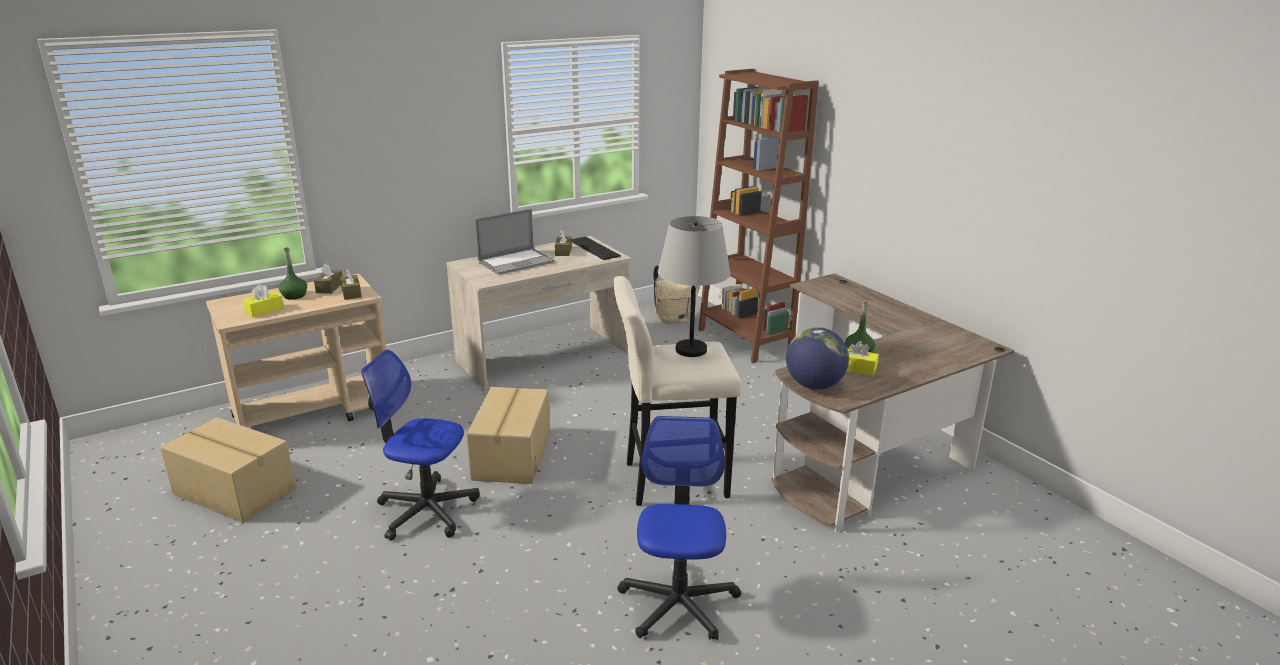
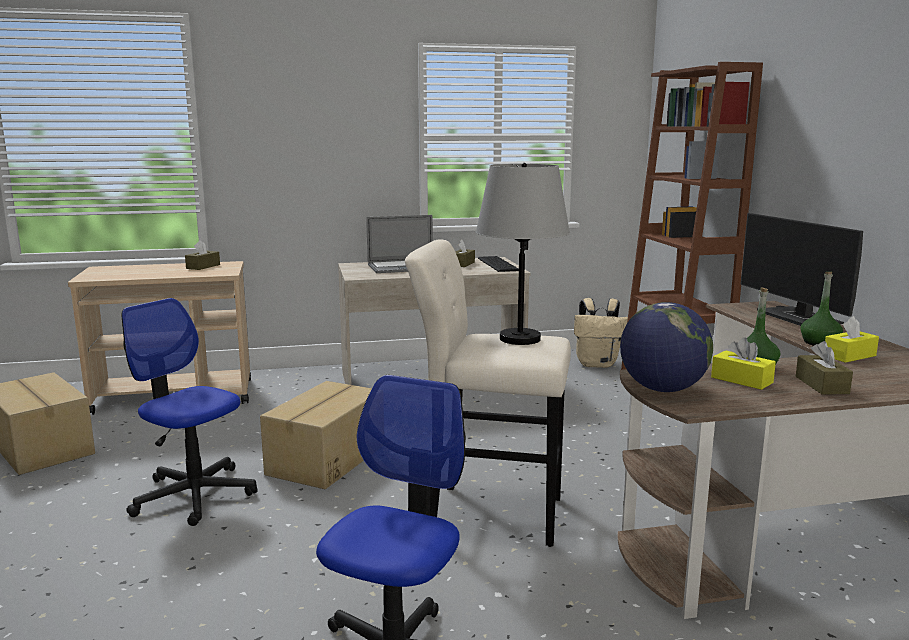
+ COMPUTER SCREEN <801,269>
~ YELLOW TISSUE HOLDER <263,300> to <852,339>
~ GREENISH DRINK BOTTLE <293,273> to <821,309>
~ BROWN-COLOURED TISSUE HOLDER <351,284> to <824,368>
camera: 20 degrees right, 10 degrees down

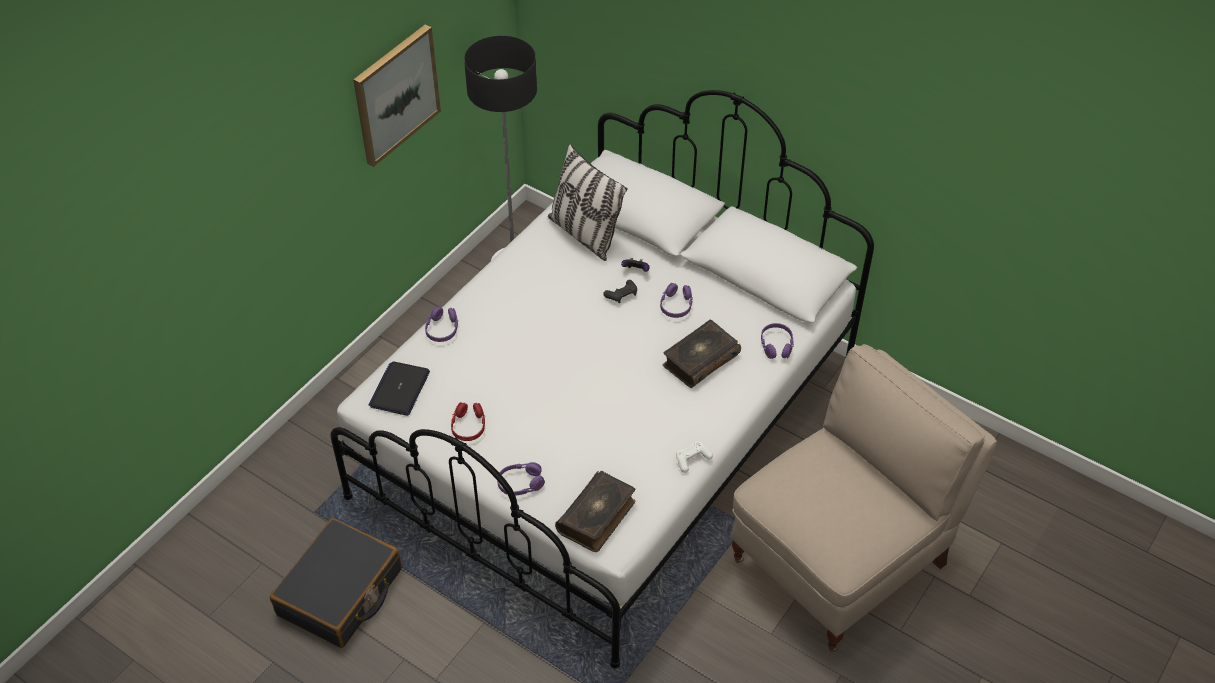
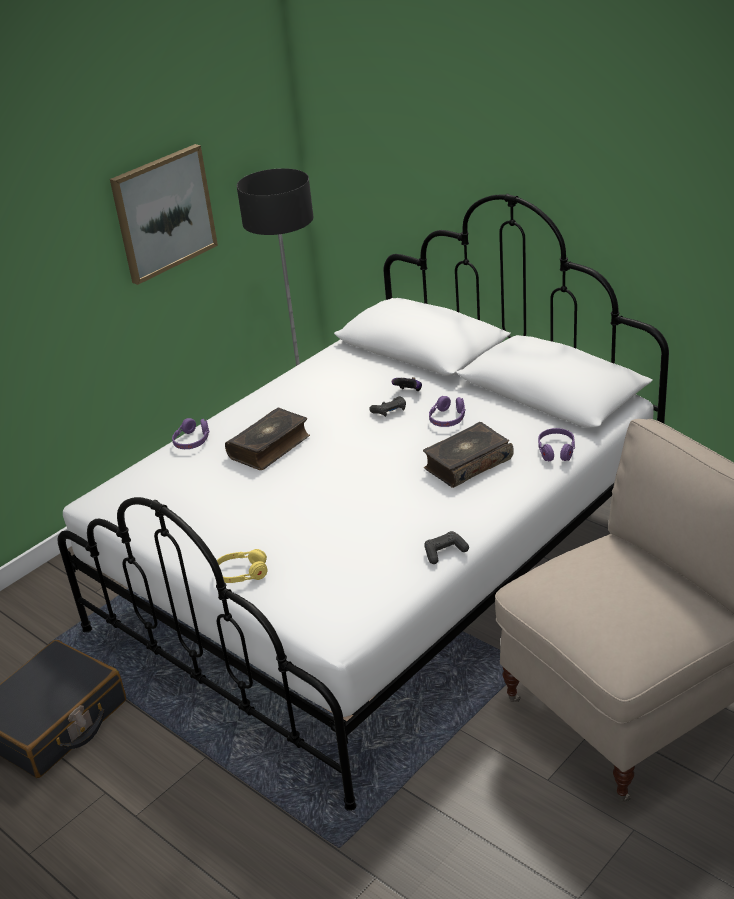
- NOTEBOOK COMPUTER <399,389>
- RED-COLOURED PAIR OF HEADPHONES <468,421>
- THROW PILLOW <588,202>
~ BOOK <595,511> to <267,439>
~ PURPLE-COLOURED PAIR OF HEADPHONES <521,479> to YELLOW PAIR OF HEADPHONES <242,566>
~ WHITISH GAMEPAD <694,457> to BLACK GAMEPAD <446,547>
camera: 10 degrees right, 15 degrees down

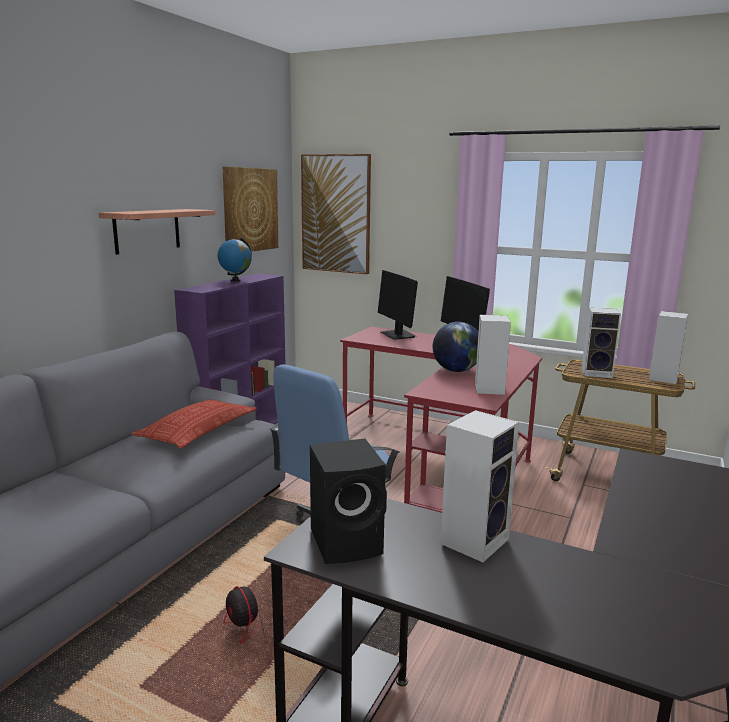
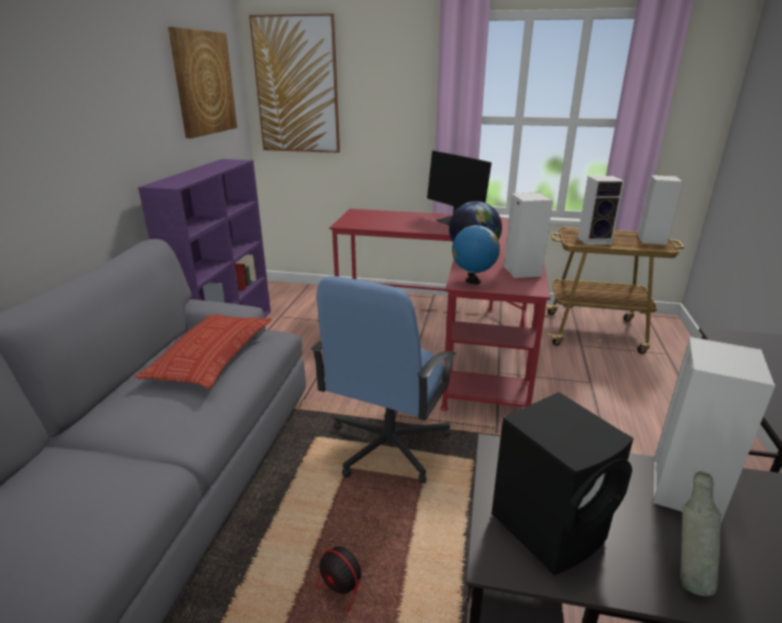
- WALL SHELF <157,232>
- COMPUTER SCREEN <398,305>
+ GREYISH DRINK BOTTLE <701,533>
~ GLOBE <235,260> to <476,253>
camera: 15 degrees left, 10 degrees up

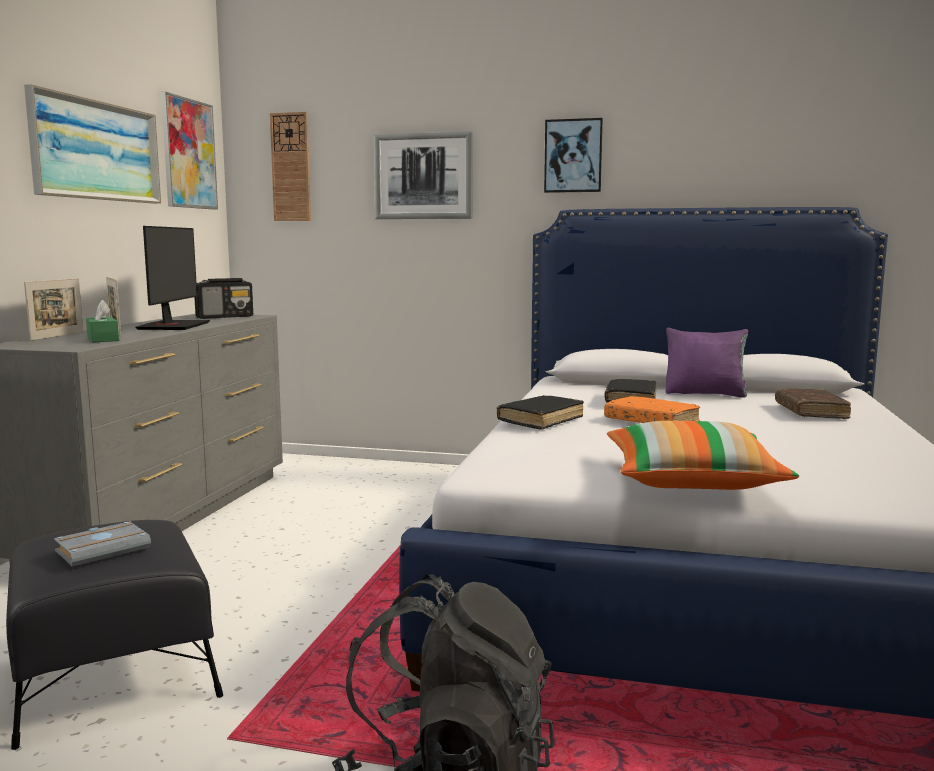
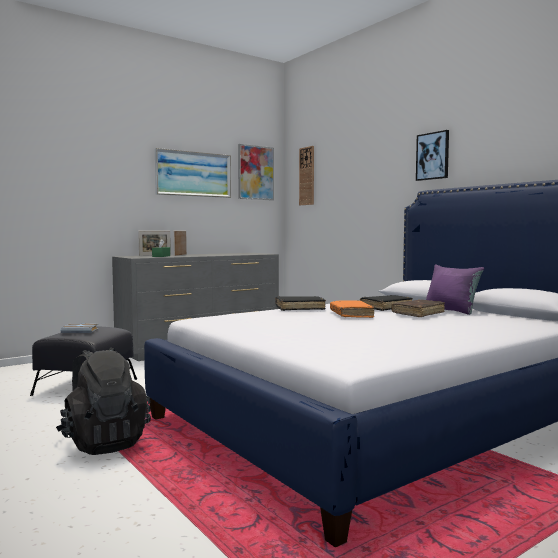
- COMPUTER SCREEN <172,278>
- RADIO RECEIVER <223,298>
- WALL ART <423,175>
- THROW PILLOW <703,455>
~ BROWN-COLOURED BOOK <813,403> to <418,308>
camera: 40 degrees right, 5 degrees down

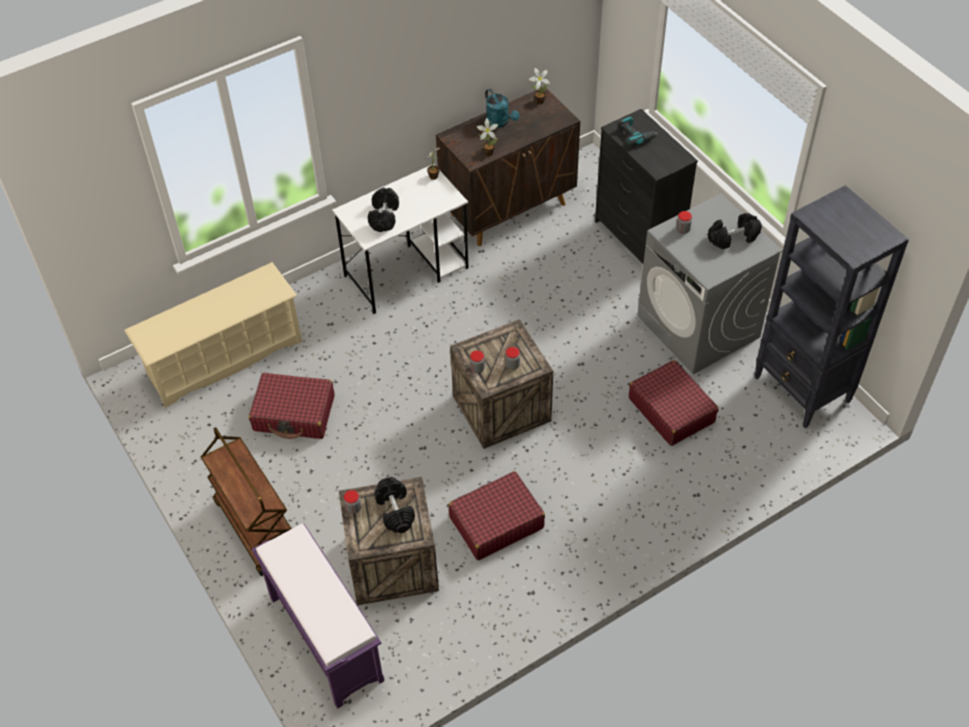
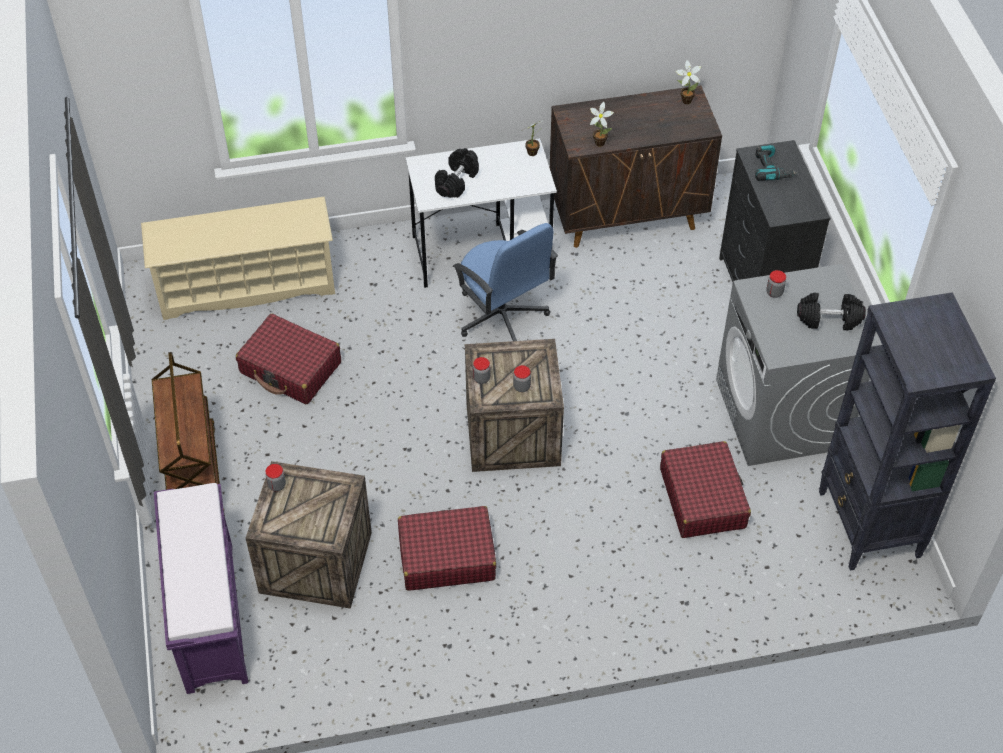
- BLACK FREE WEIGHT <395,505>
- TURQUOISE SPRINKLING CAN <502,108>
+ BLUE-COLOURED DESK CHAIR <505,282>
camera: 20 degrees right, 0 degrees up

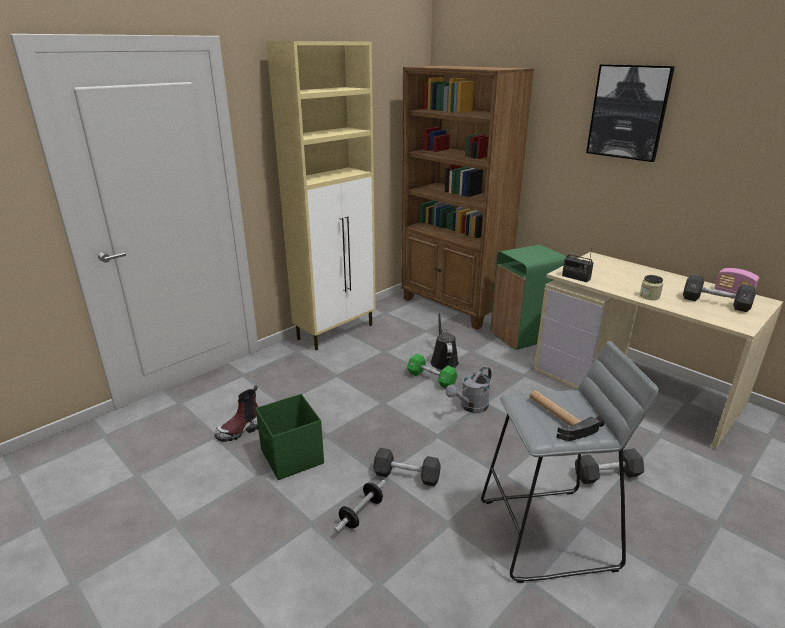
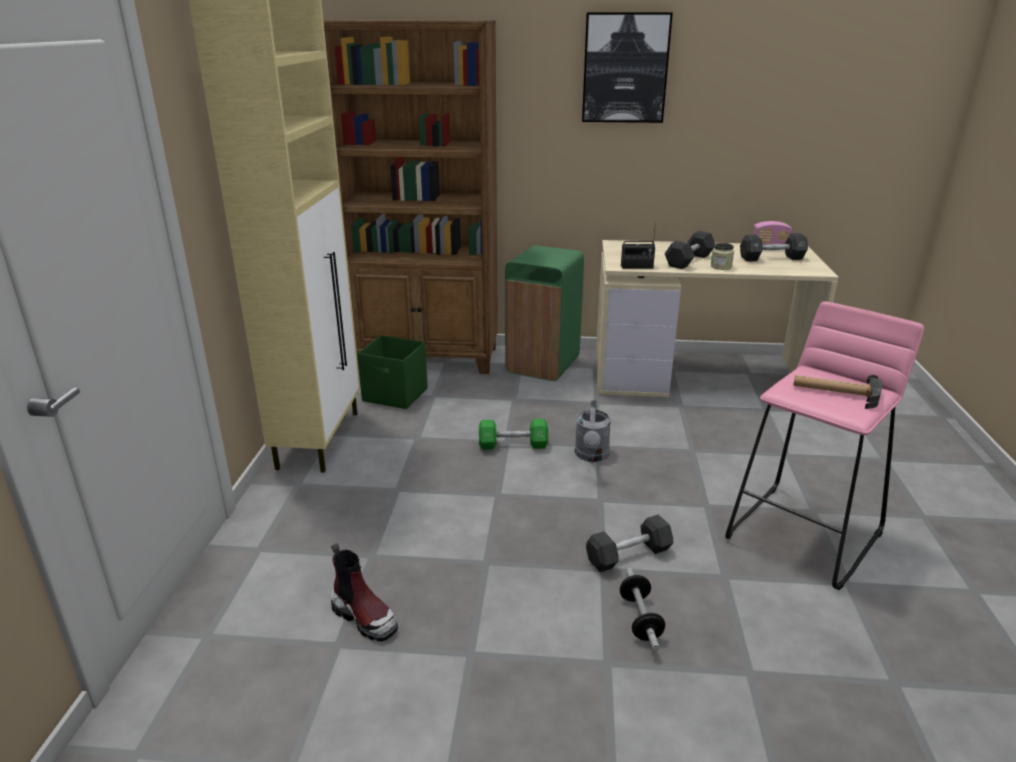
- BLACK SPRINKLING CAN <445,341>
~ GREENISH STORAGE BOX <290,437> to <392,372>
~ BLACK FREE WEIGHT <609,466> to <689,250>
~ GREYISH STOOL <570,462> to PINK STOOL <824,445>
~ HIGH-TOP BOOT <237,413> = <364,592> 60 degrees counterclockwise
camera: 40 degrees left, 0 degrees up

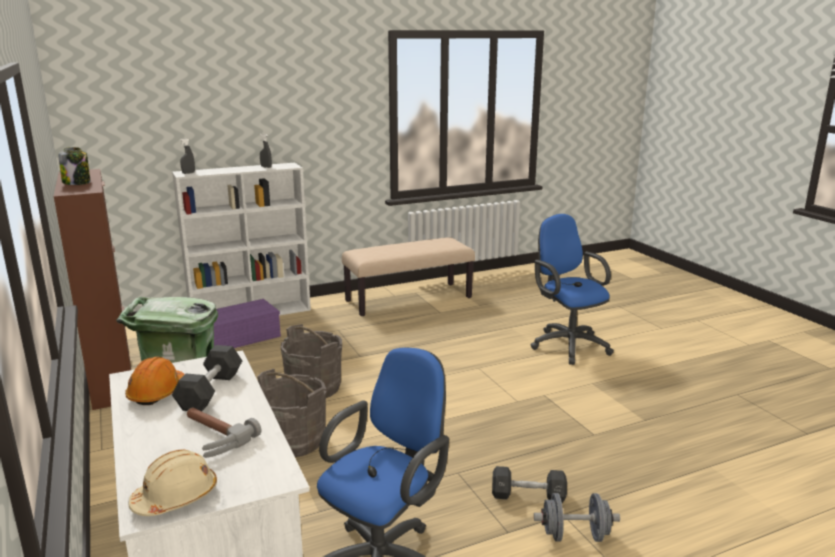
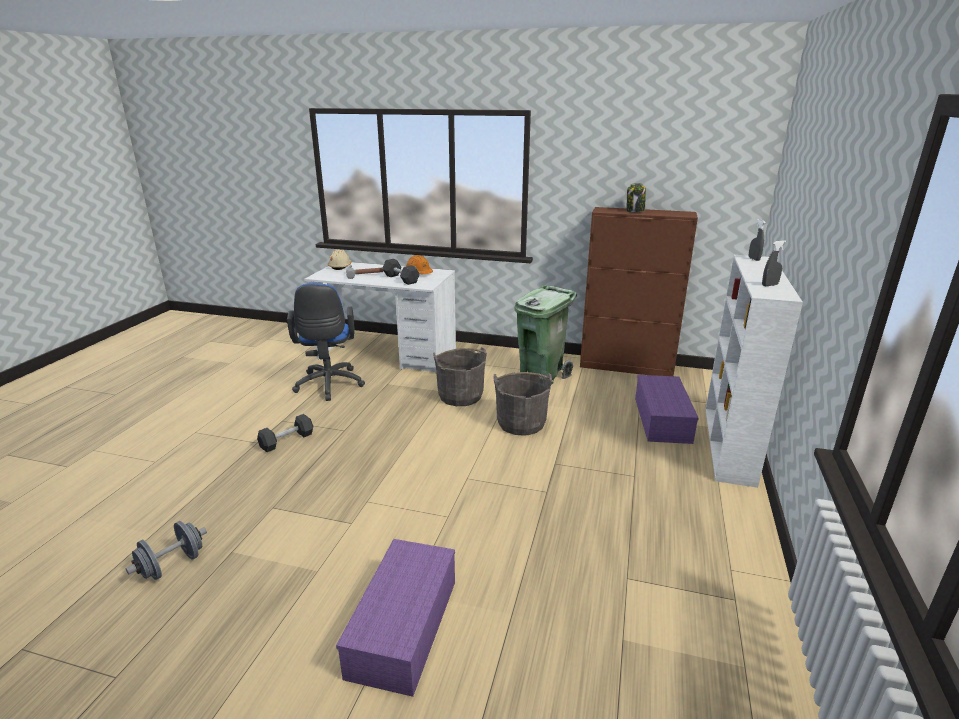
- BEIGE-COLOURED INDOOR BENCH <408,276>
~ GREYISH FREE WEIGHT <577,517> to <166,550>
~ BLUE-COLOURED DESK CHAIR <572,289> to PURPLE-COLOURED STORAGE BOX <395,618>
camera: 130 degrees right, 5 degrees up

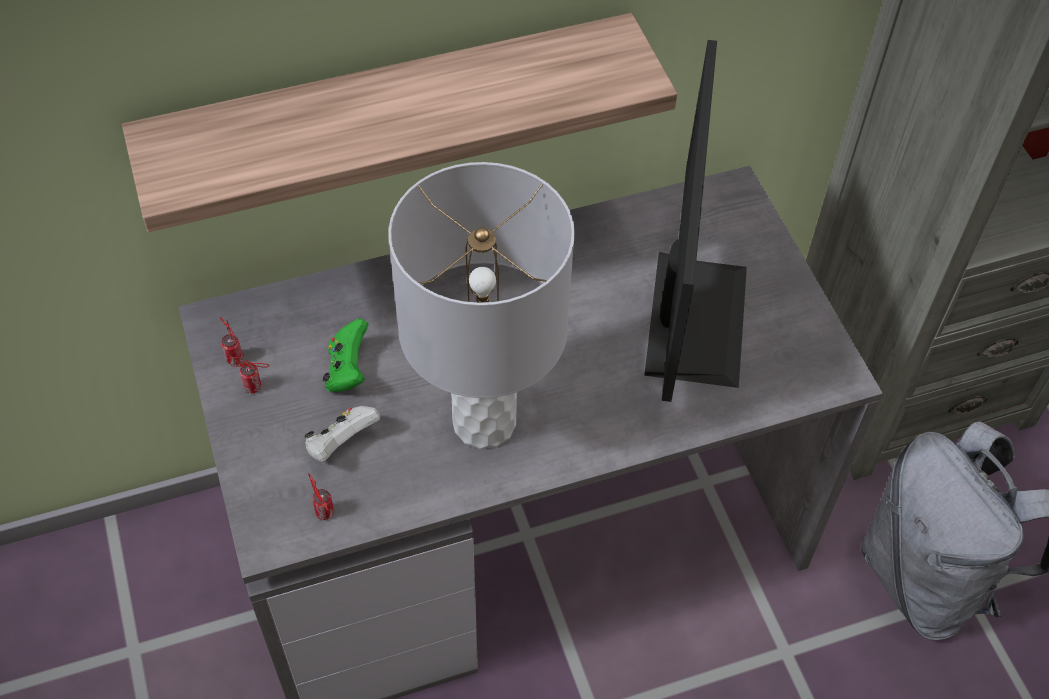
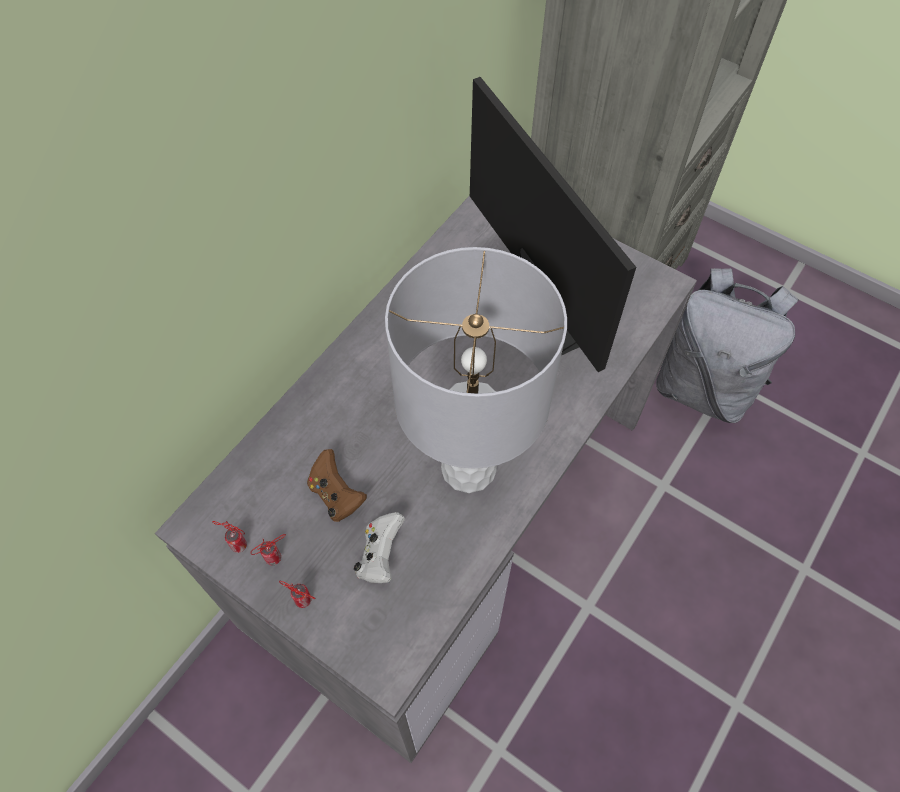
- WALL SHELF <399,122>
~ METAL CAN <321,496> to <297,594>
~ GREENISH GAMEPAD <346,355> to BROWN-COLOURED GAMEPAD <337,485>
camera: 35 degrees left, 5 degrees up

